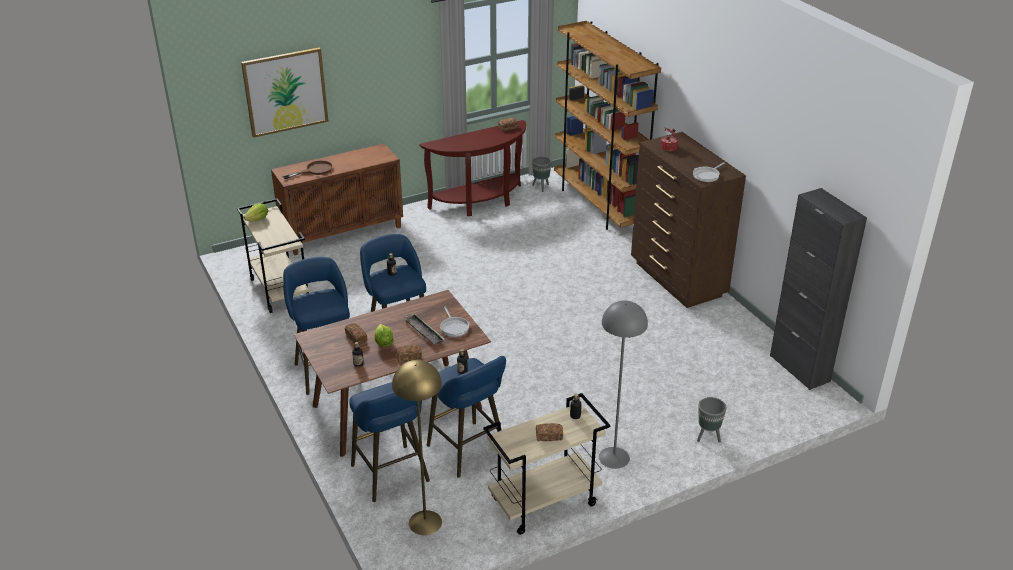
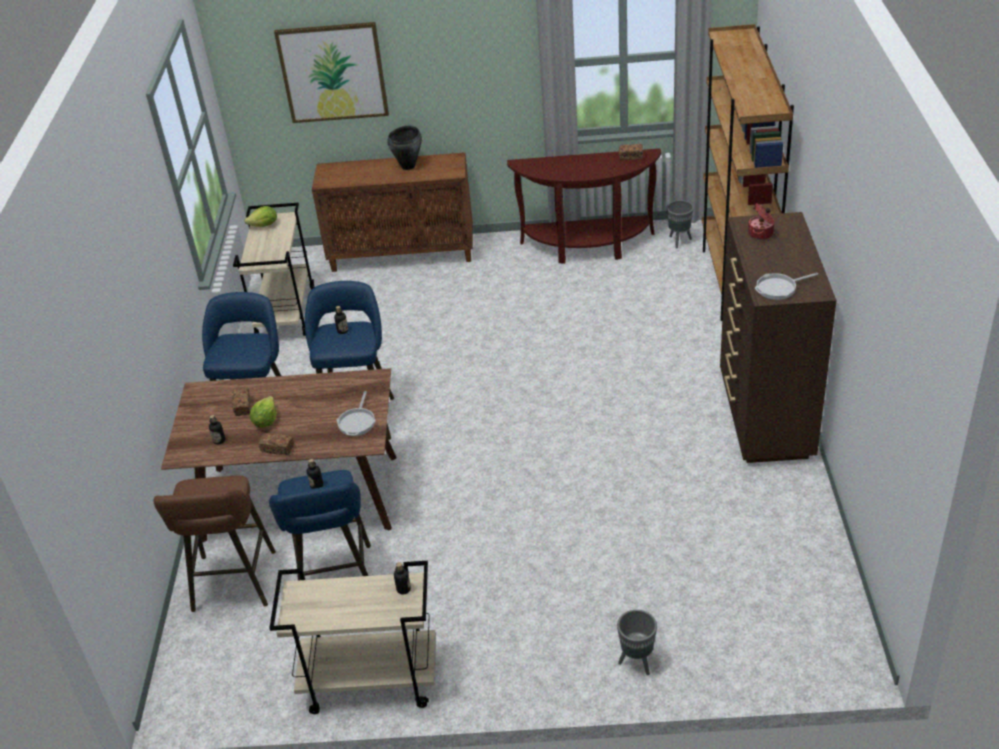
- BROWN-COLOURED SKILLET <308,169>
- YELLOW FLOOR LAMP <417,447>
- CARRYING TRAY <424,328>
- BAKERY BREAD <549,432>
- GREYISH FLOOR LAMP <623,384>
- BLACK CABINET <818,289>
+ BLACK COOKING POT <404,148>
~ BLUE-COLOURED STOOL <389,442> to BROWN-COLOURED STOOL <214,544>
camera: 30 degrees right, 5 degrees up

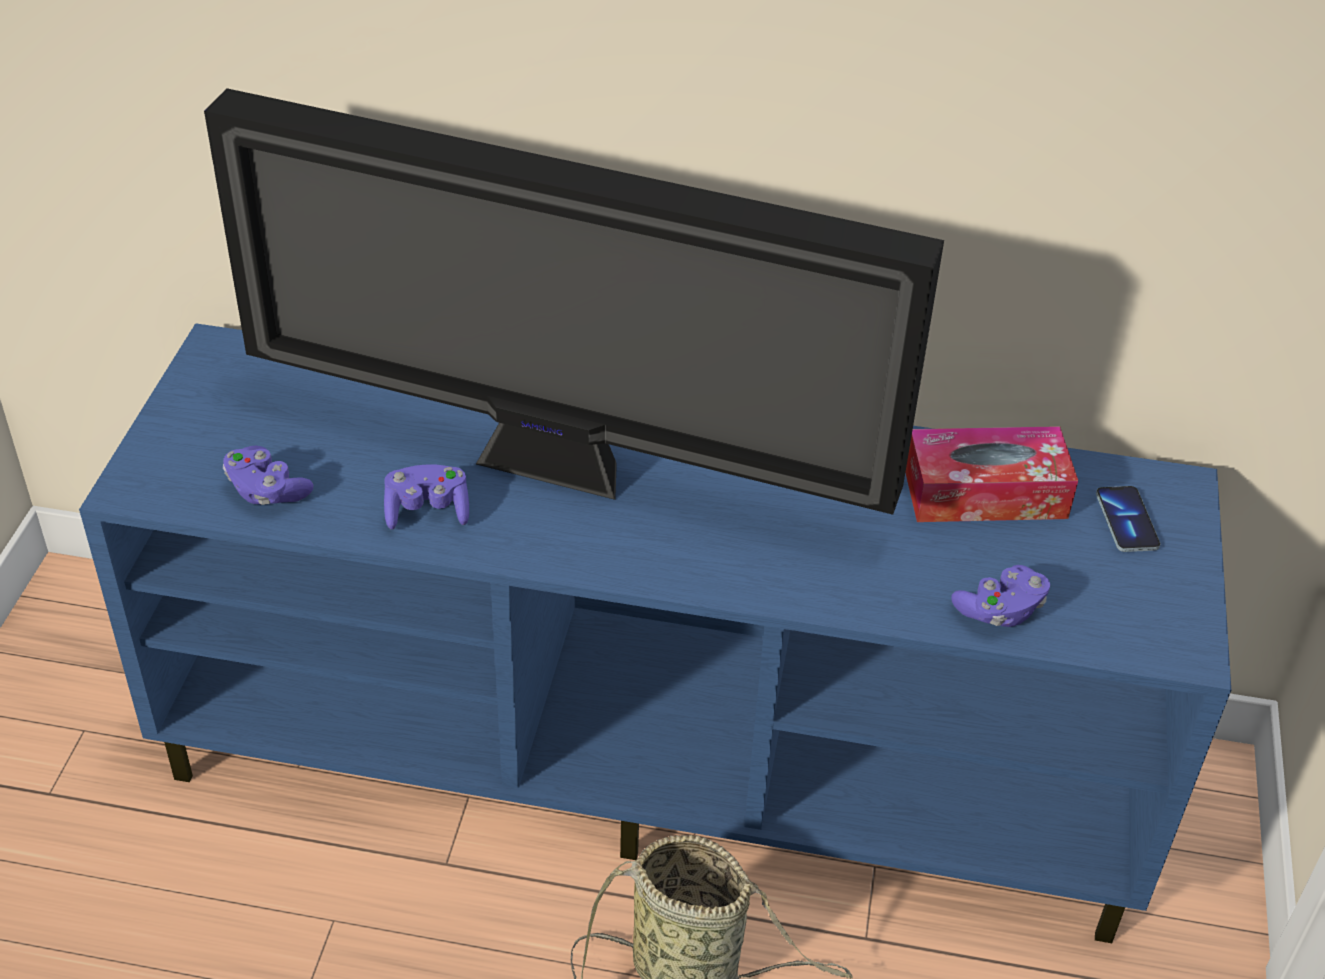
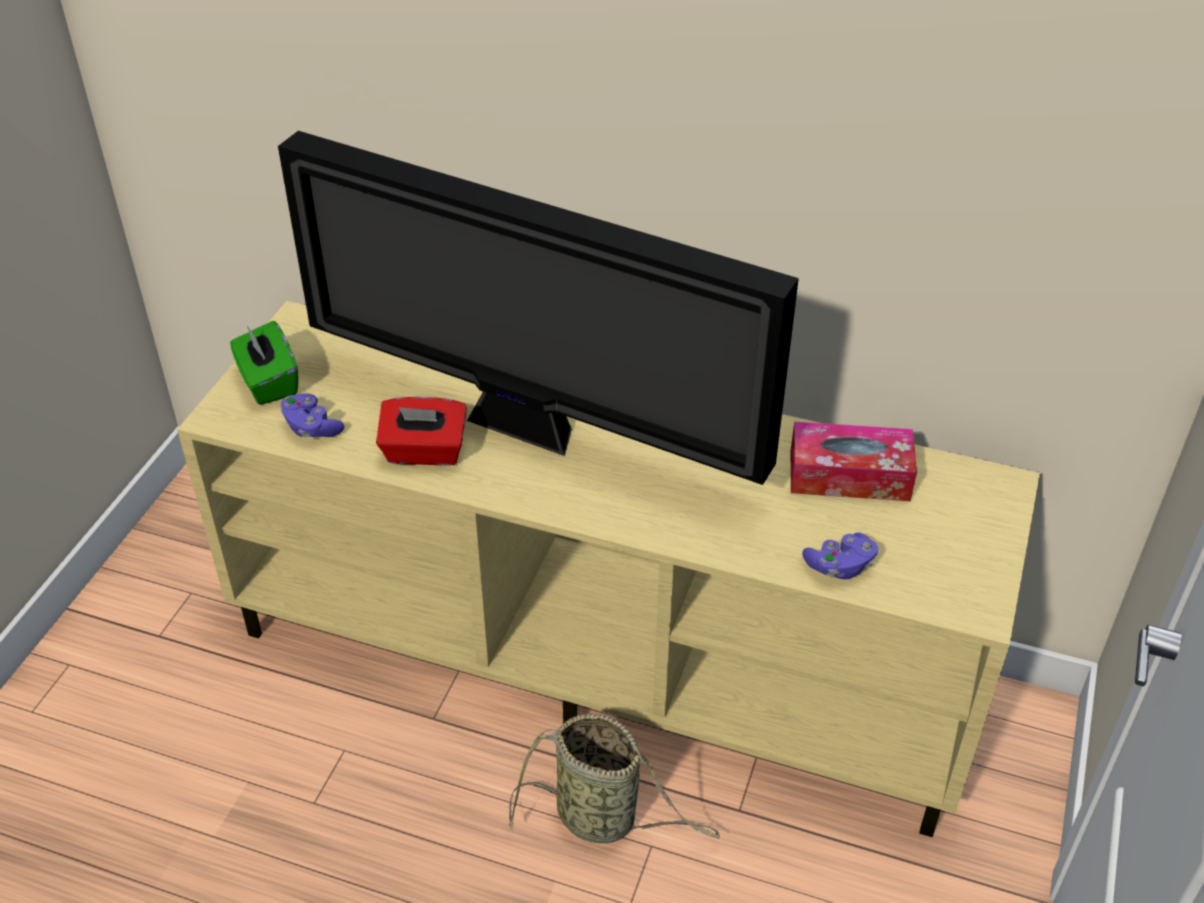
- TELEPHONE <1128,519>
+ GREENISH TISSUE HOLDER <264,363>
~ PURPLE-COLOURED GAMEPAD <426,497> to RED-COLOURED TISSUE HOLDER <421,431>
~ BLUE-COLOURED TV STAND <655,633> to BEIGE-COLOURED TV STAND <608,569>
camera: 10 degrees right, 0 degrees up

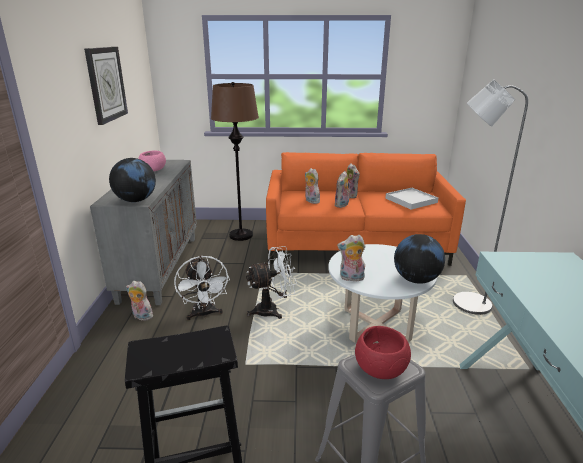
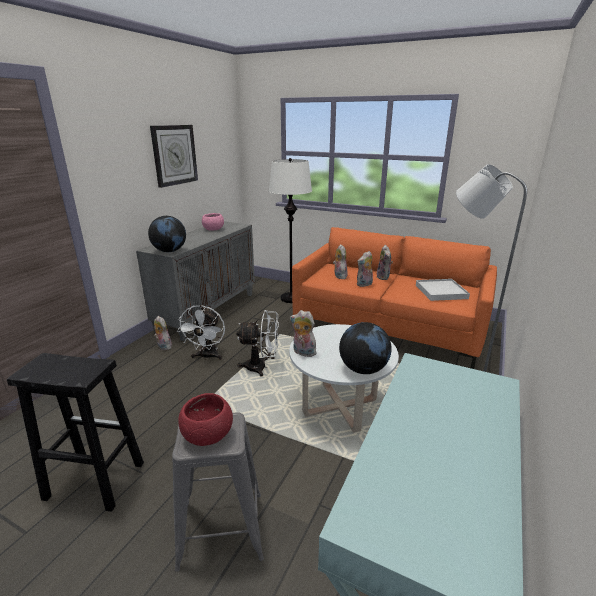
~ BROWN-COLOURED FLOOR LAMP <235,161> to WHITISH FLOOR LAMP <290,230>
camera: 25 degrees right, 0 degrees up

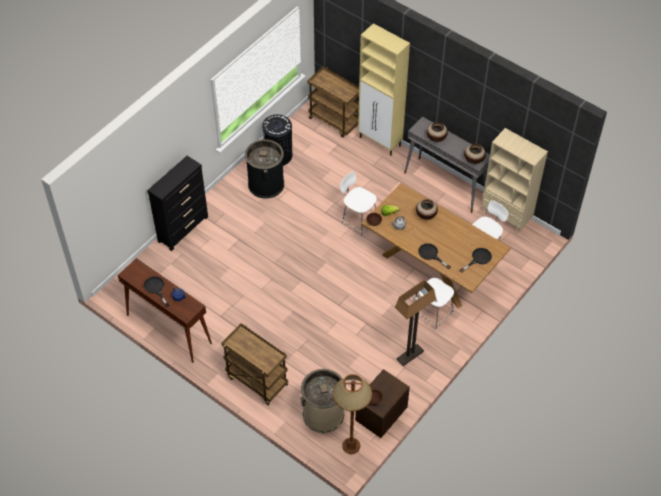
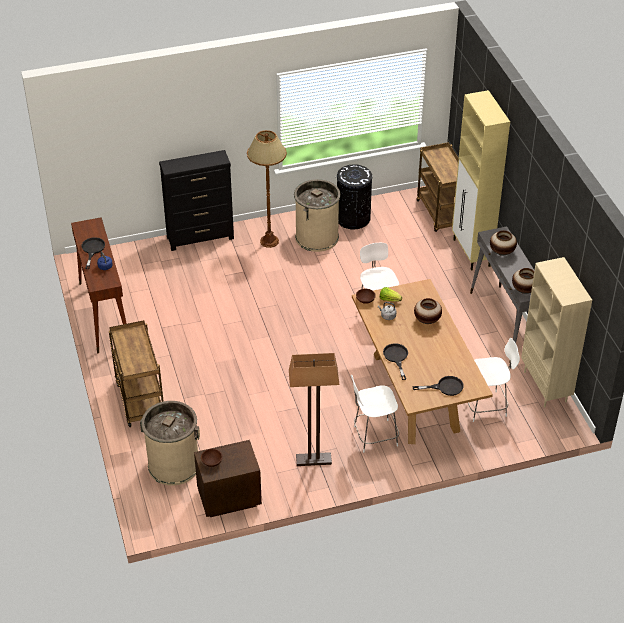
~ BROWN-COLOURED FLOOR LAMP <352,414> to <267,189>
~ BLACK TRASH CAN <264,169> to BEIGE-COLOURED TRASH CAN <317,215>
camera: 35 degrees right, 10 degrees down

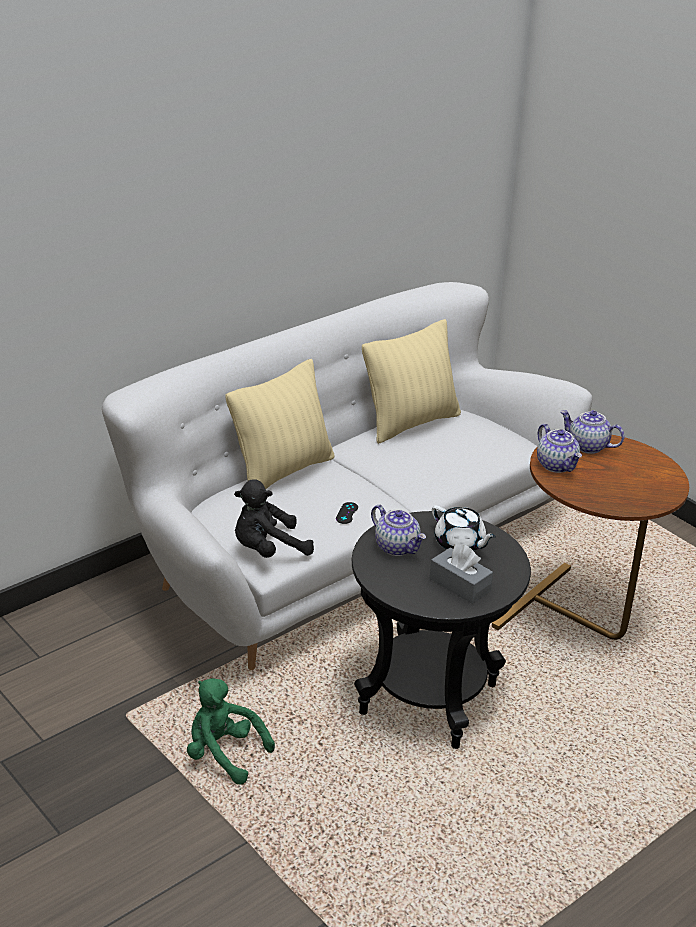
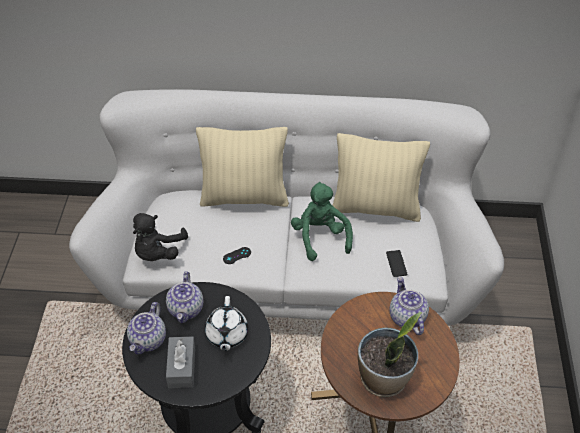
+ PLANT IN A POT <390,354>
+ TELEPHONE <397,263>
~ GREENISH CUDDLY TOY <231,731> to <322,221>
~ TEAPOT <559,448> to <146,328>
~ BLACK CUDDLY TOY <274,518> = <160,237> 90 degrees counterclockwise
camera: 45 degrees right, 15 degrees up

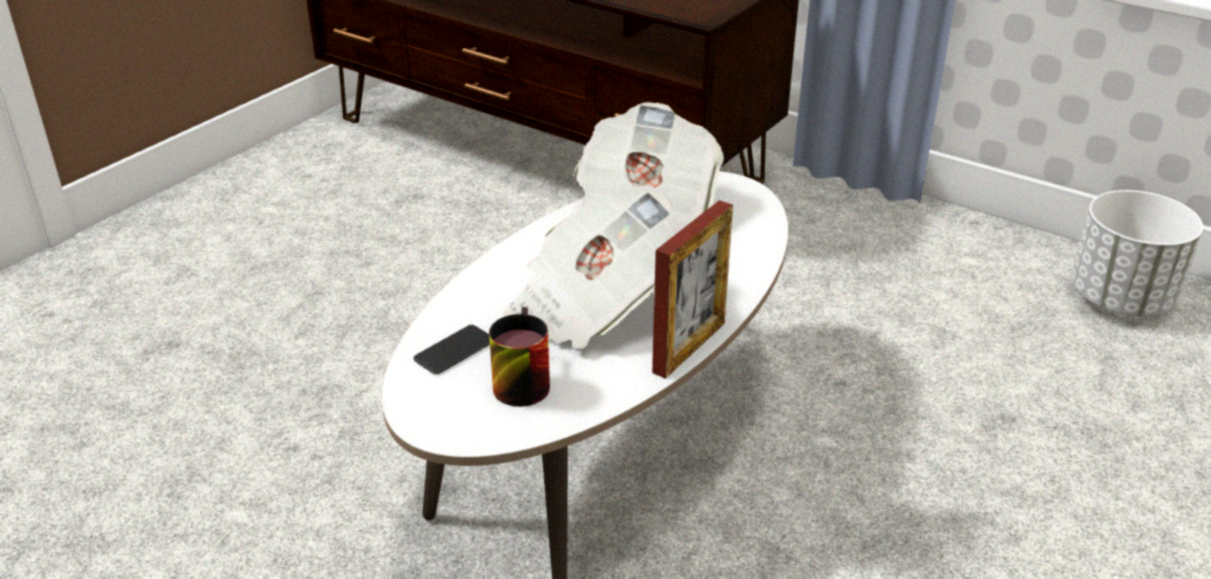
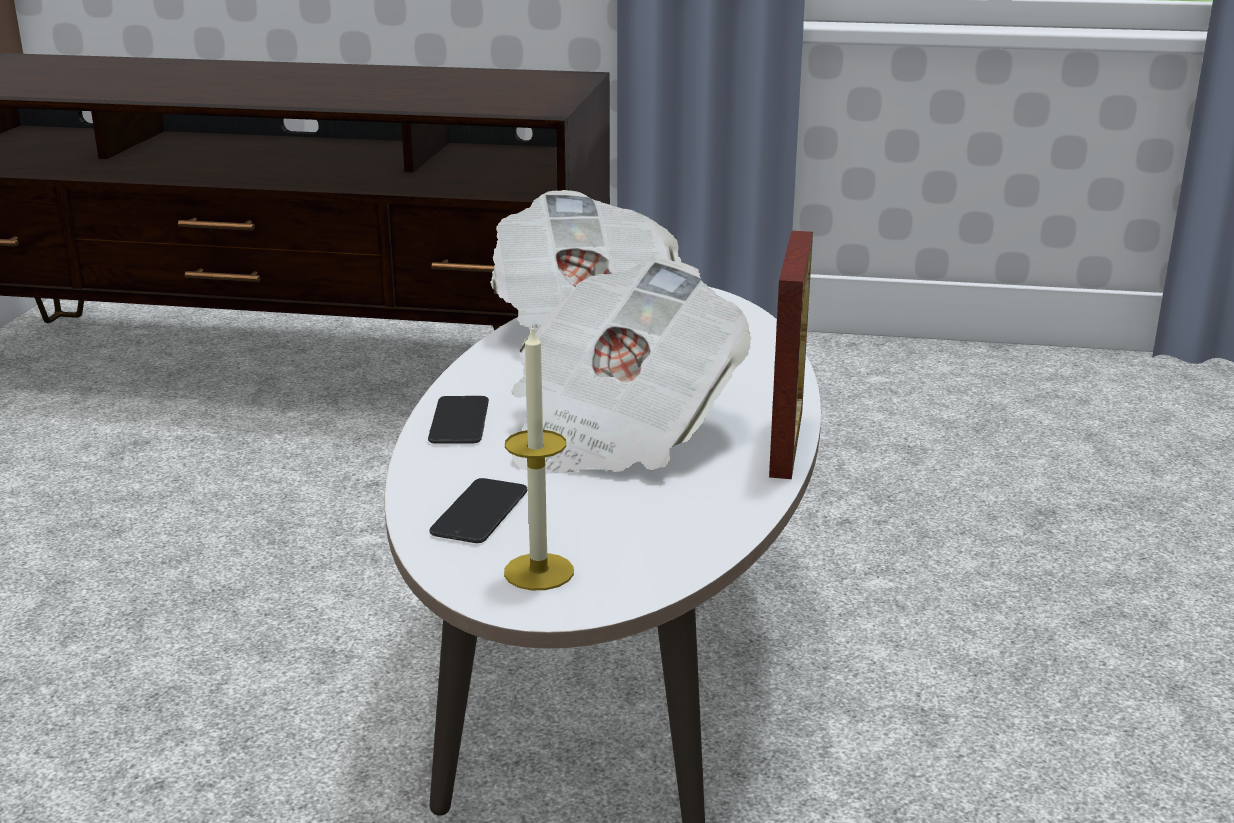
- TEA MUG <519,357>
- WHITISH FLOWER POT <1137,253>
+ TELEPHONE <458,420>
+ WAX LIGHT <539,457>
camera: 25 degrees left, 10 degrees down

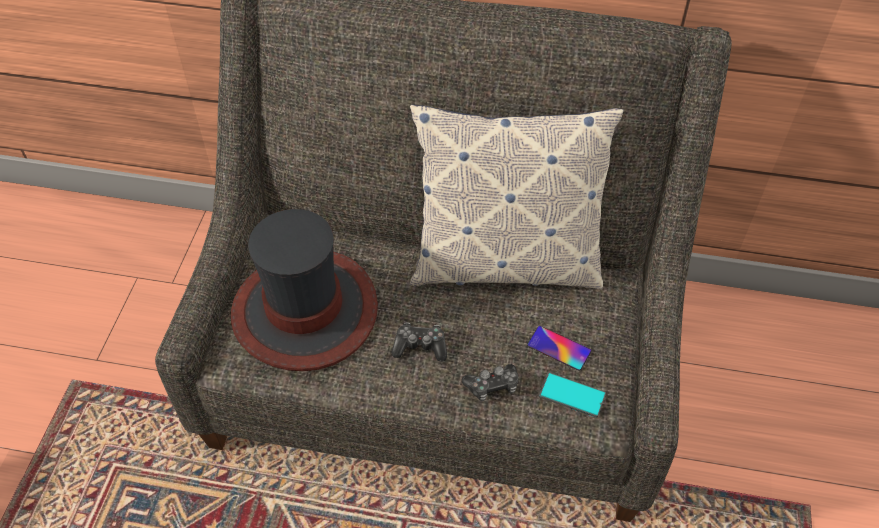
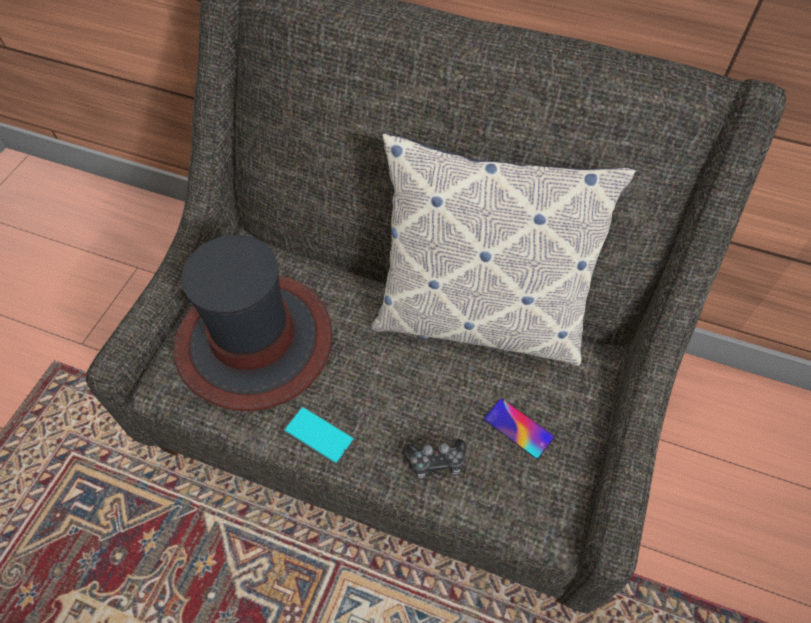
- GAMEPAD <419,342>
~ TELEPHONE <572,395> to <319,435>
camera: 10 degrees right, 5 degrees up

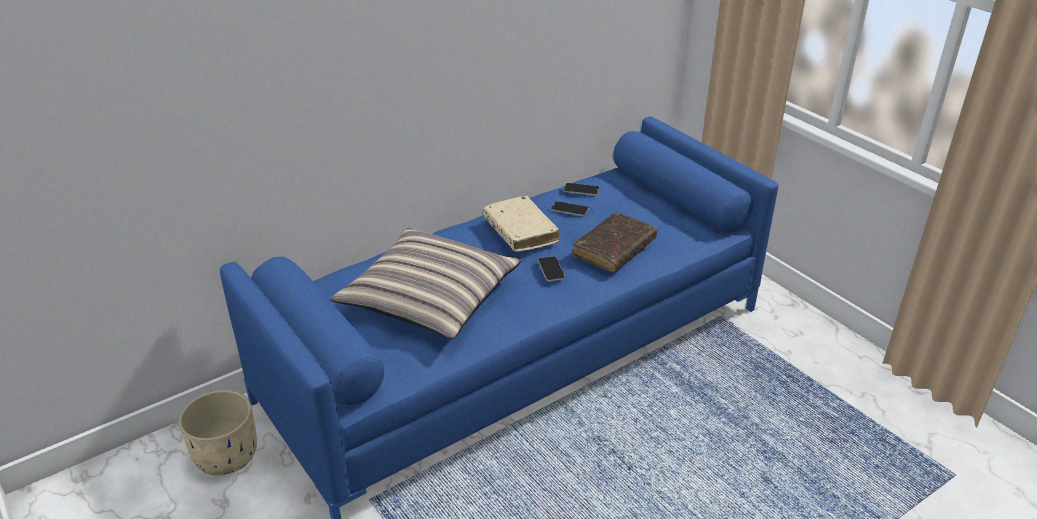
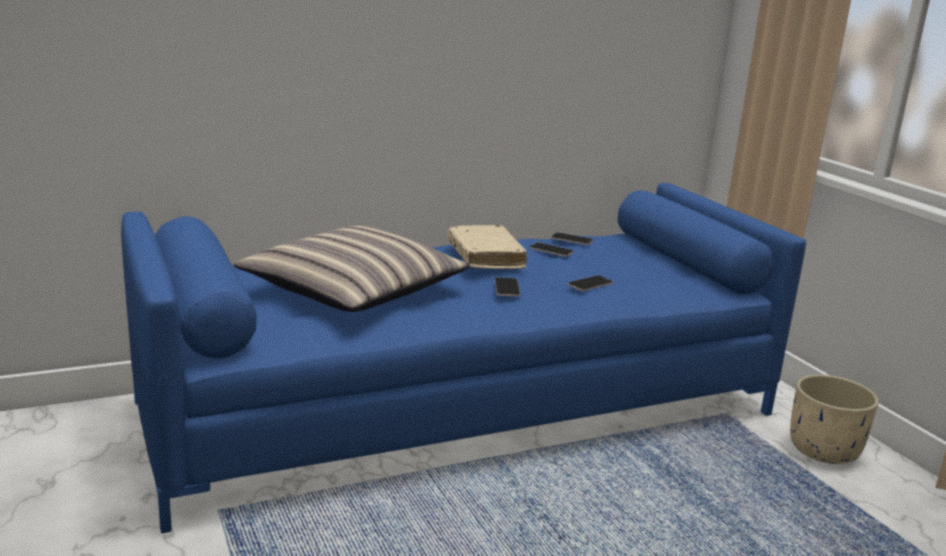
~ BEIGE-COLOURED FLOWER POT <218,432> to <834,419>
~ BROWN-COLOURED BOOK <615,242> to TELEPHONE <590,283>
camera: 10 degrees right, 15 degrees down

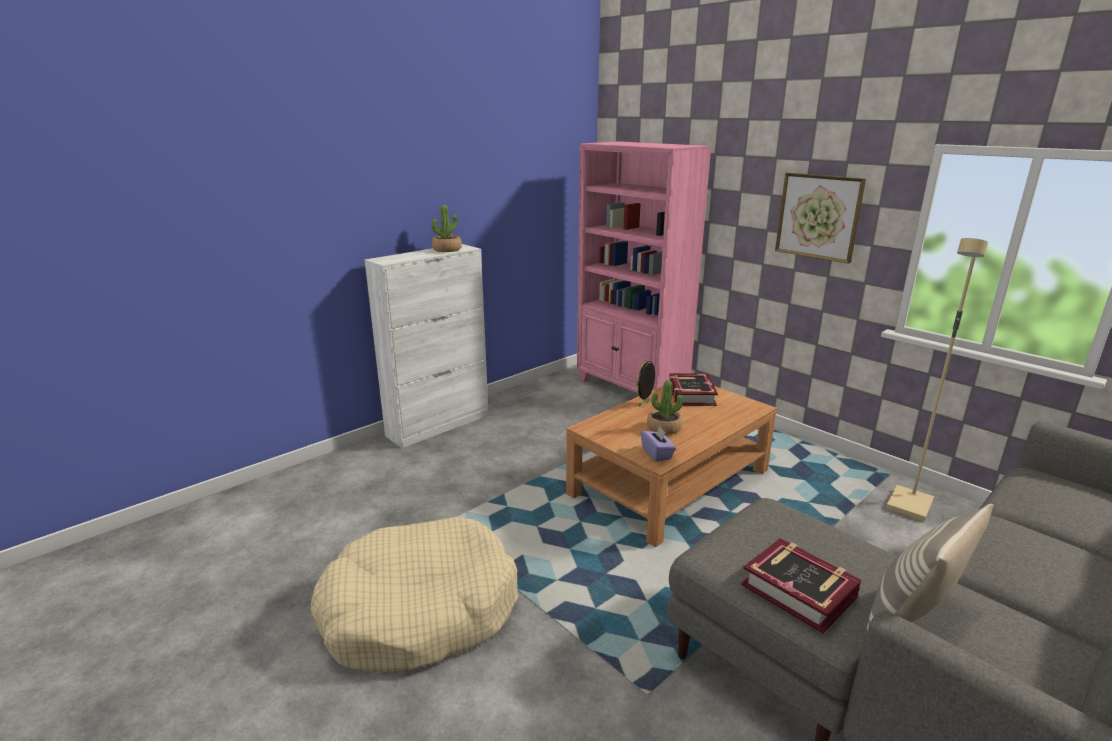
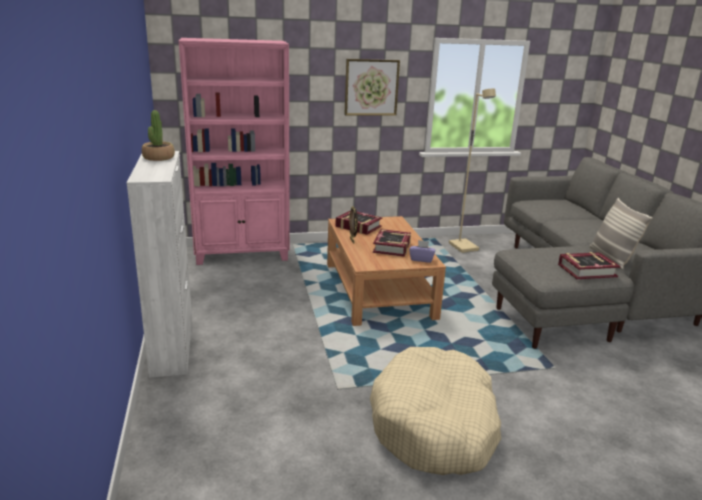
~ PLANT IN A POT <665,407> to BOOK <392,243>
camera: 60 degrees left, 0 degrees up

